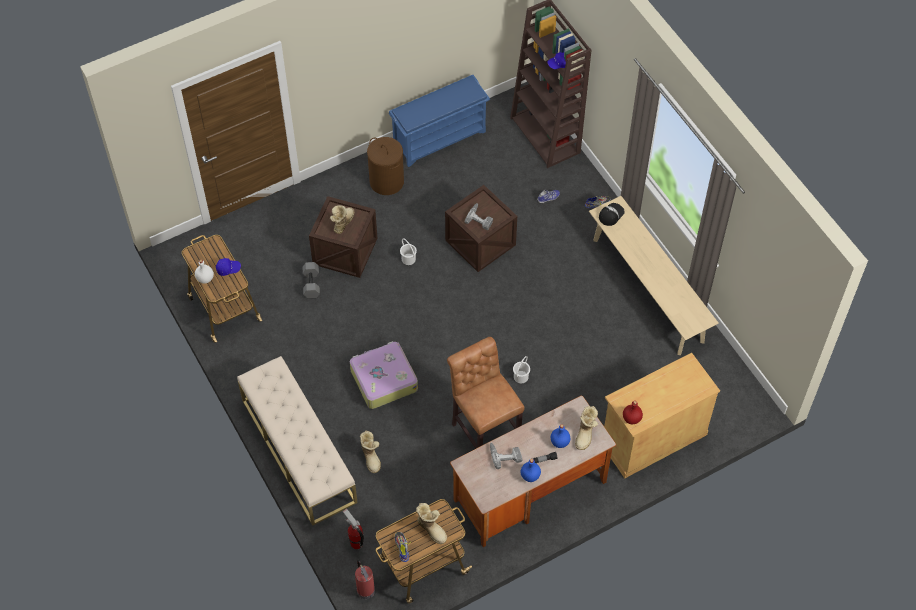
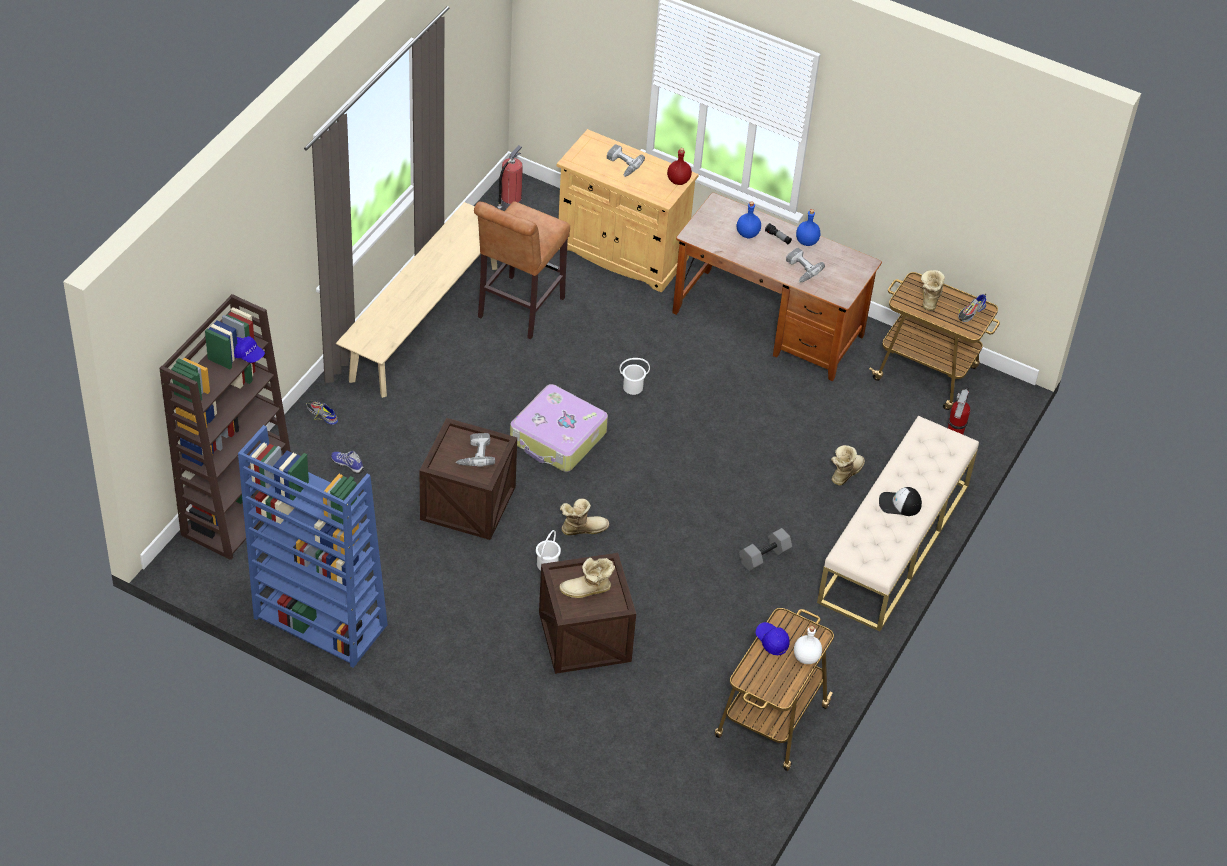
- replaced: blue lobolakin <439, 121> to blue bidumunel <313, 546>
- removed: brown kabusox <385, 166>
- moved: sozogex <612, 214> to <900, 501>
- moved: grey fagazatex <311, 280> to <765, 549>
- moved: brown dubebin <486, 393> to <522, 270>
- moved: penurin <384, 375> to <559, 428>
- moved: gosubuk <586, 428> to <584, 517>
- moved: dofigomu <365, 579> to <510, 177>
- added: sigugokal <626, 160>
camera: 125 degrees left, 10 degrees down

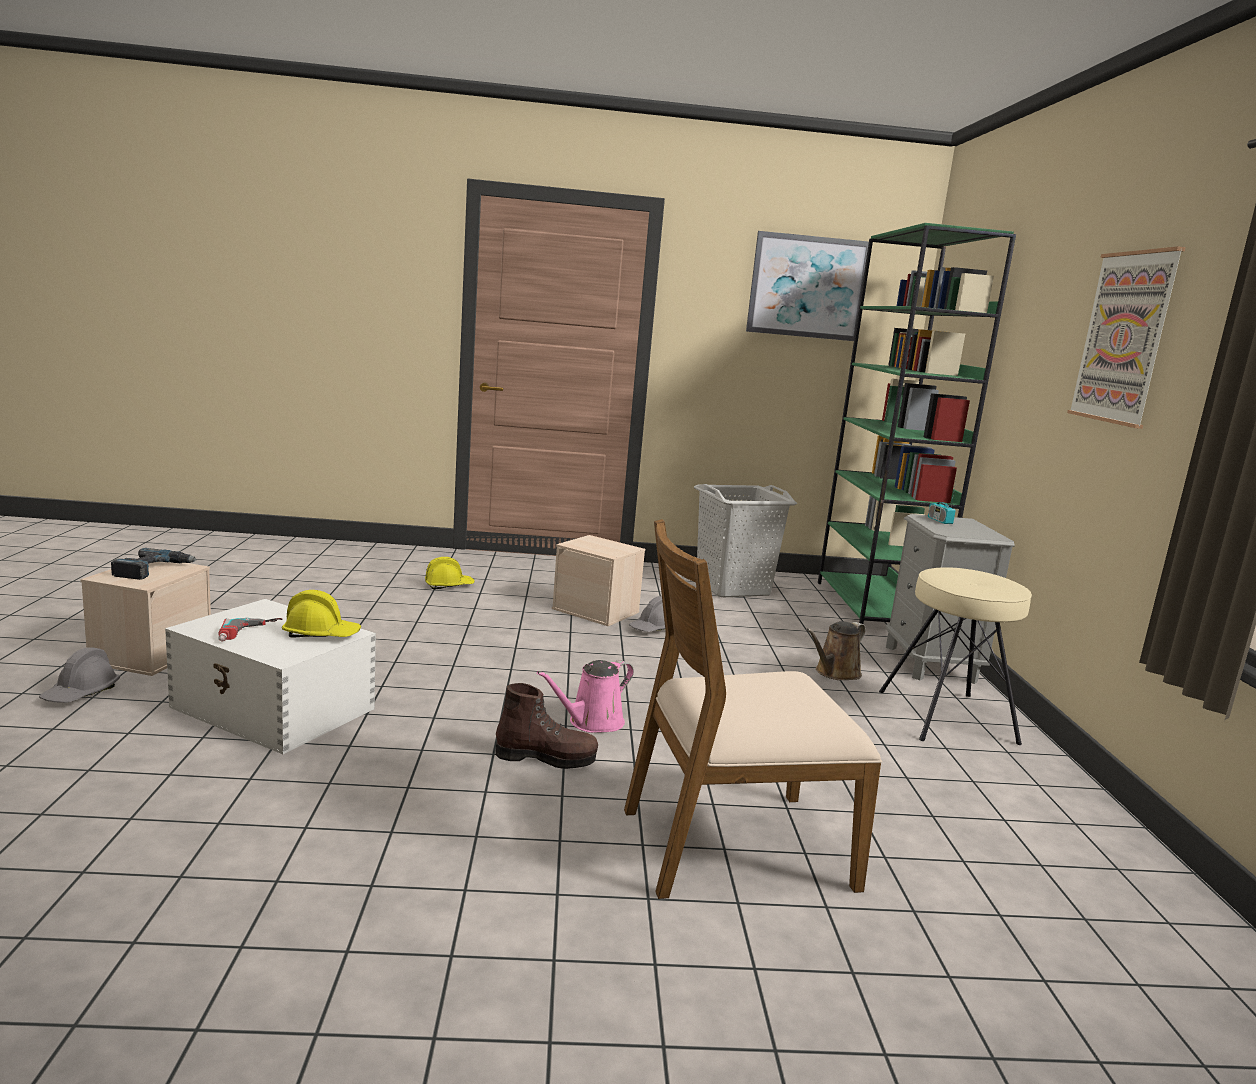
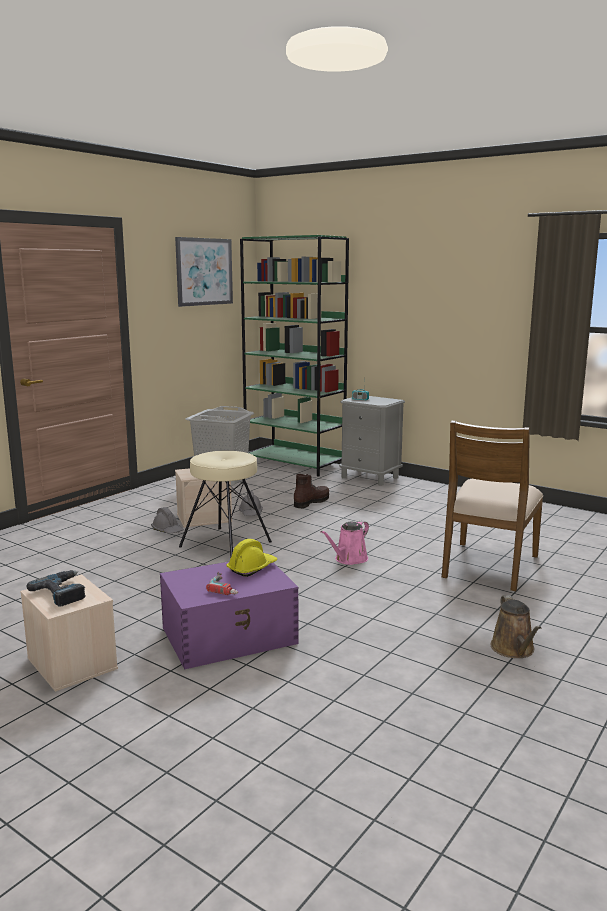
- removed: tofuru <1126, 337>
- removed: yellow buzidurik <450, 573>
- moved: beige dubebin <955, 656> to <225, 504>
- recoloured: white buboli <270, 676> to purple buboli <229, 615>
- moved: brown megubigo <836, 650> to <516, 626>
- moved: grey buzidurik <79, 675> to <167, 520>
- turned: pink megubigo <585, 696> = <344, 543> 45 degrees clockwise
- moved: brown gosubuk <546, 726> to <311, 491>
camera: 50 degrees left, 0 degrees up

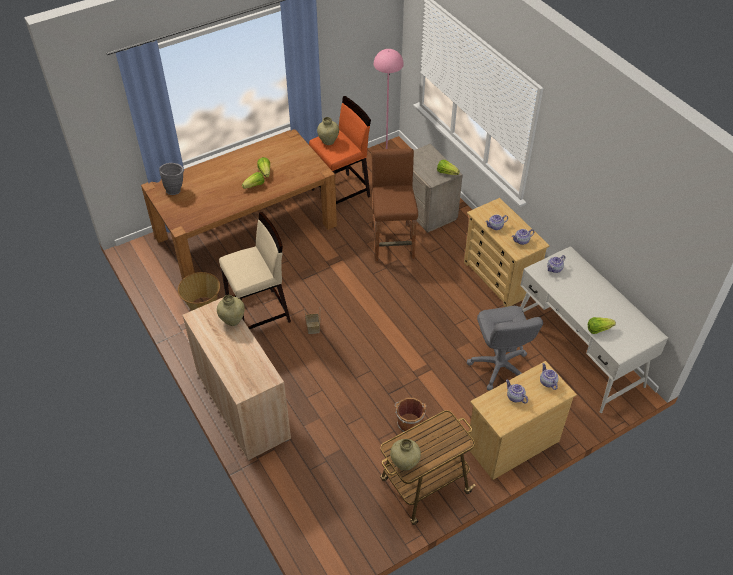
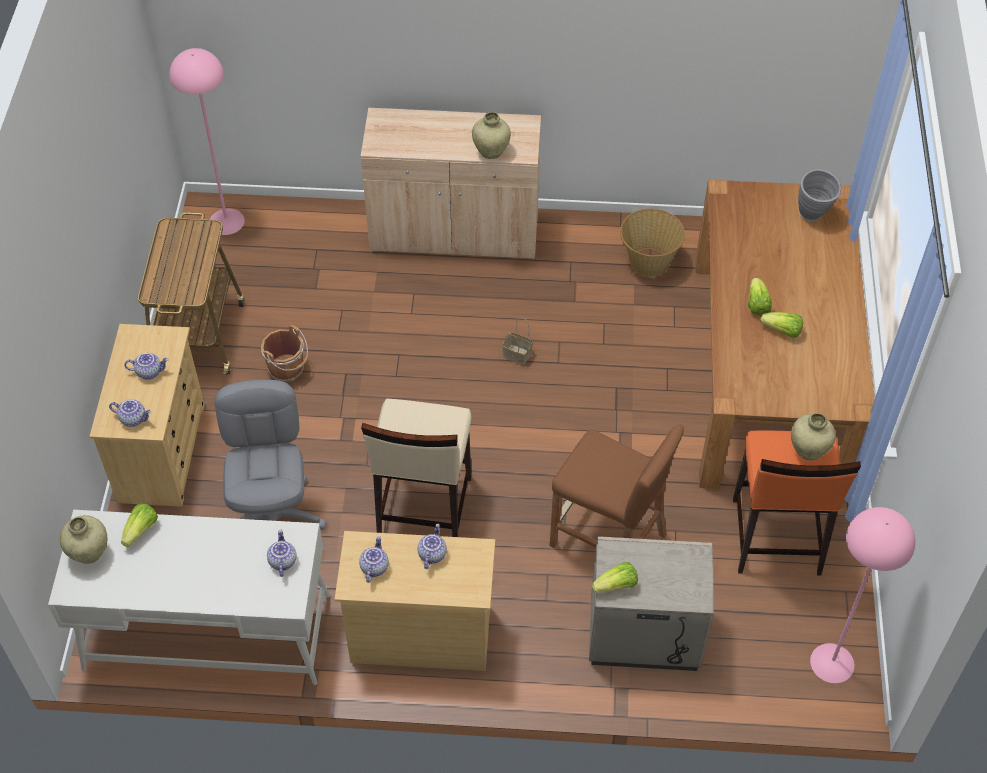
- moved: beige dubebin <255, 270> to <416, 468>
- turned: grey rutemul <505, 348> = <271, 455> 60 degrees clockwise
- moved: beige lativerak <405, 454> to <83, 539>
- added: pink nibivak <207, 141>
camera: 125 degrees right, 5 degrees up

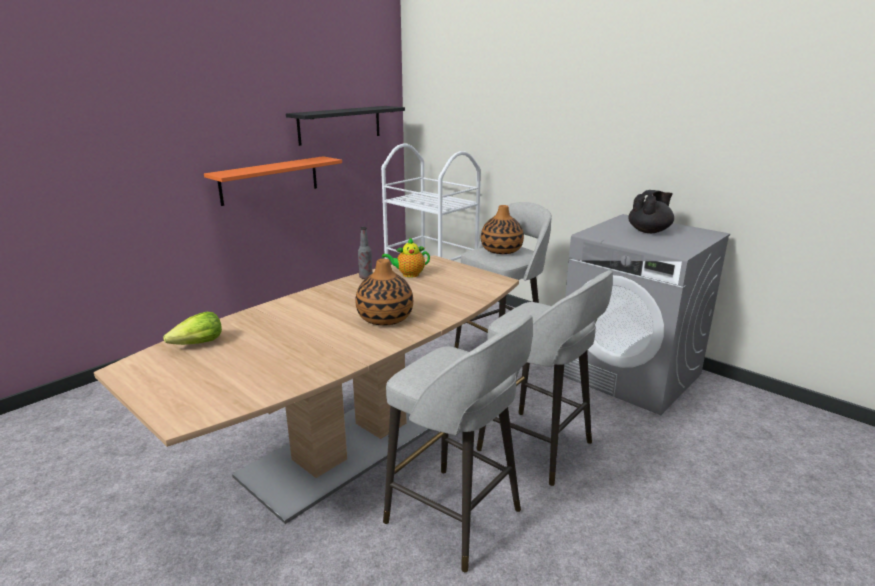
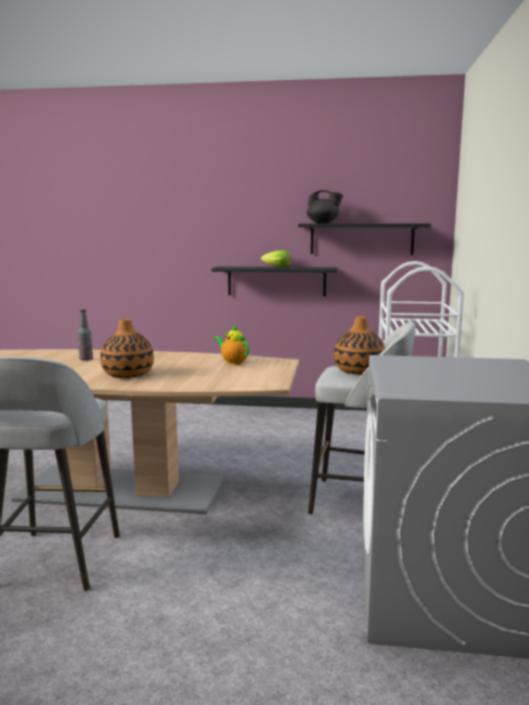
- recoloured: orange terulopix <273, 181> to black terulopix <274, 281>
- moved: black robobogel <651, 211> to <325, 206>
- moved: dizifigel <365, 253> to <85, 335>
- removed: grey dubebin <544, 378>
- moved: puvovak <192, 328> to <276, 258>
camera: 55 degrees right, 10 degrees down

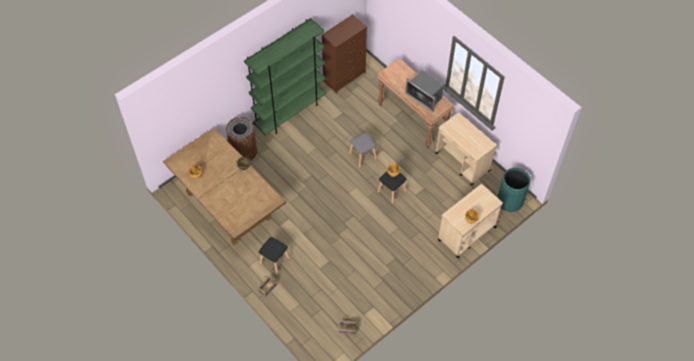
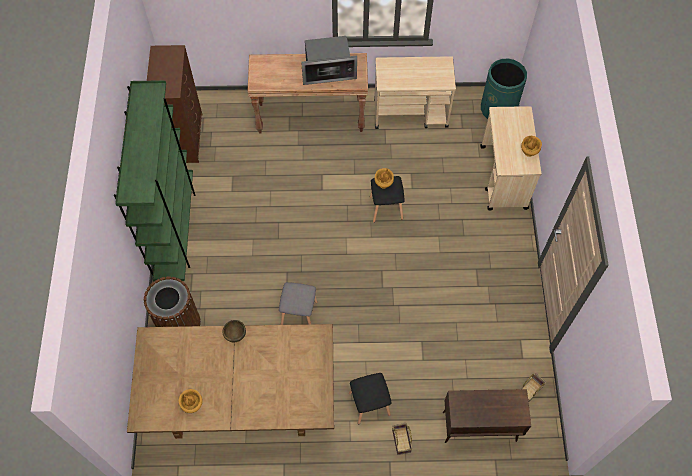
- moved: grey dubebin <363, 150> to <298, 303>
- added: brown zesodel <487, 416>
camera: 50 degrees left, 5 degrees up

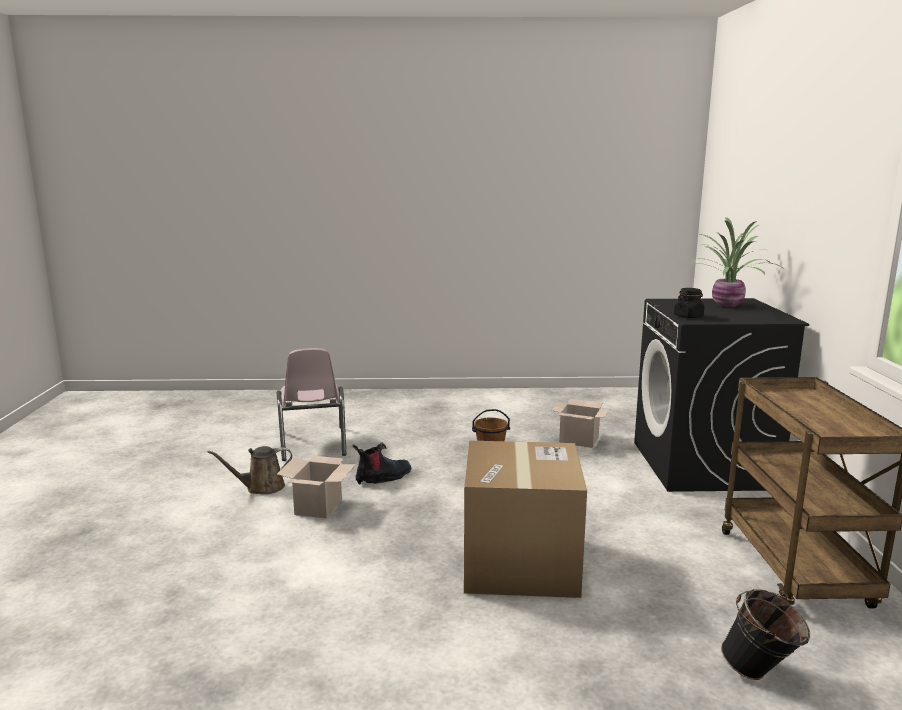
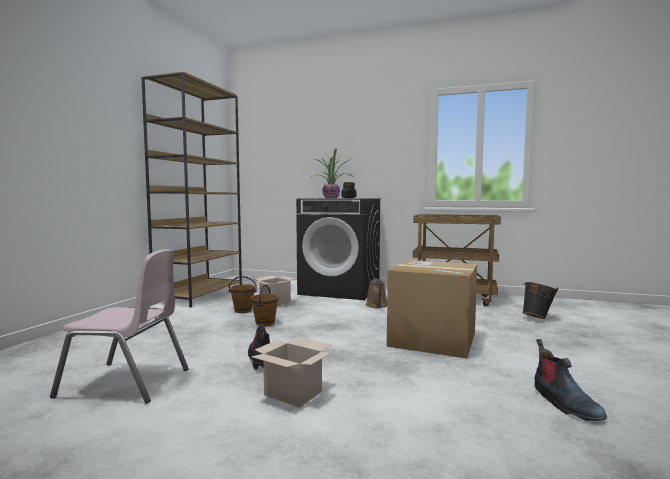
- moved: brown megubigo <249, 470> to <376, 293>
- added: brown bidumunel <191, 190>
- added: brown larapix <242, 294>
- added: gosubuk <571, 380>
camera: 70 degrees left, 10 degrees down

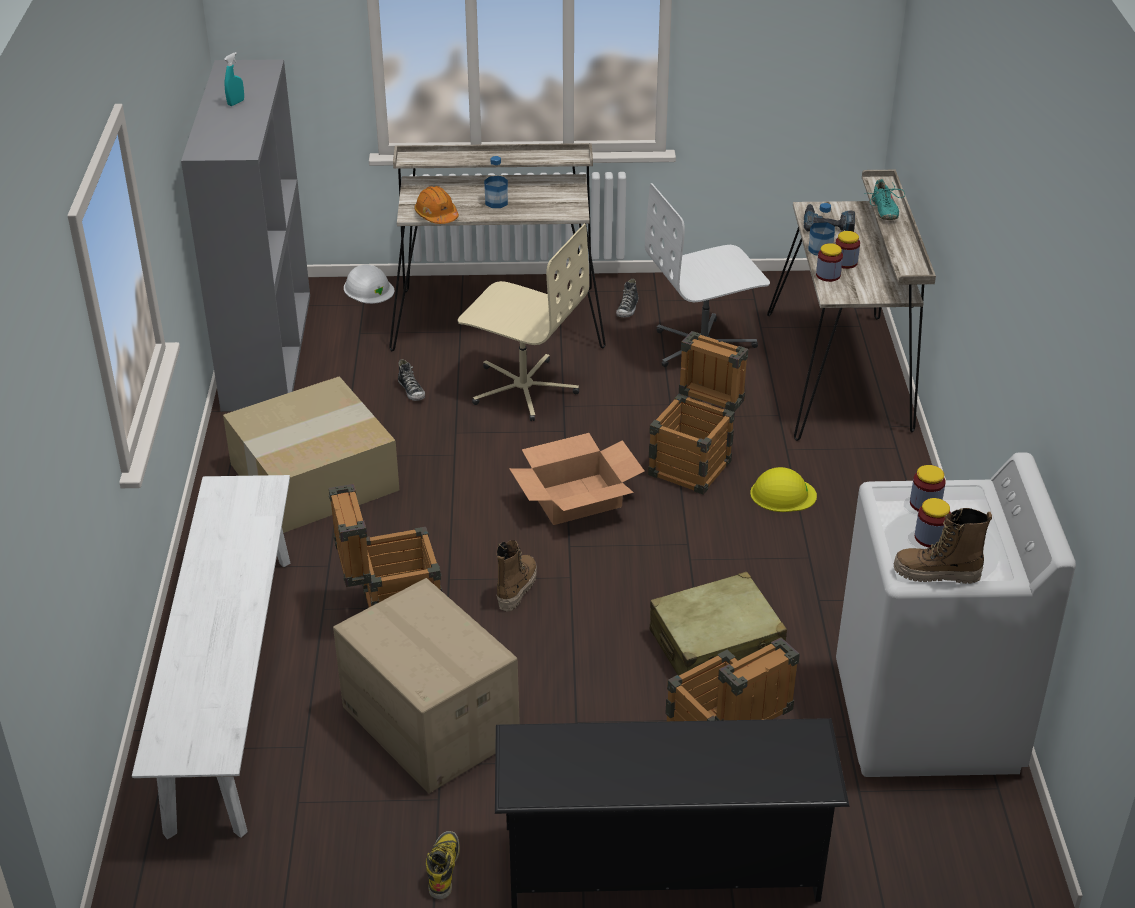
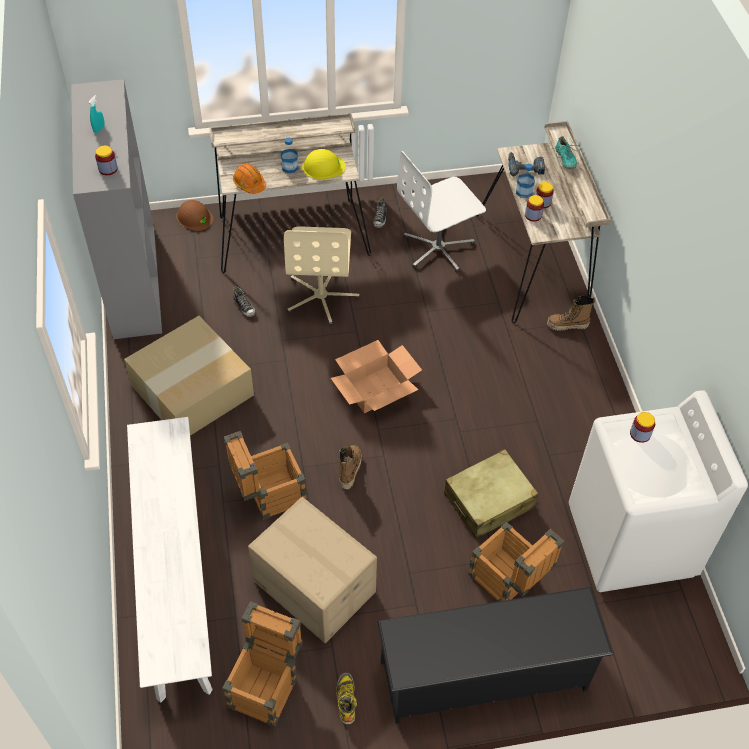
- turned: beige rutemul <523, 322> = <322, 276> 75 degrees clockwise
- recoloured: white buzidurik <369, 284> to brown buzidurik <195, 215>
- moved: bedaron <698, 413> to <262, 664>
- moved: yellow buzidurik <783, 489> to <324, 164>
- moved: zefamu <933, 523> to <106, 160>
- moved: gosubuk <943, 546> to <571, 313>
camera: 10 degrees left, 15 degrees up

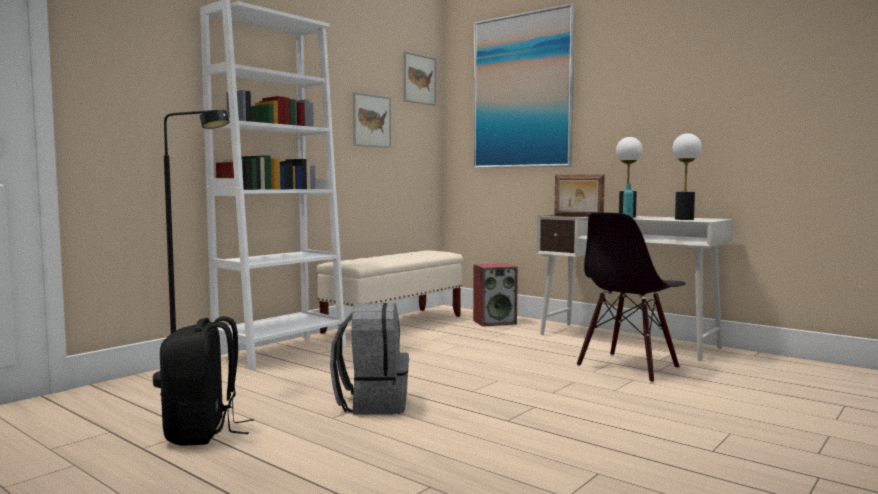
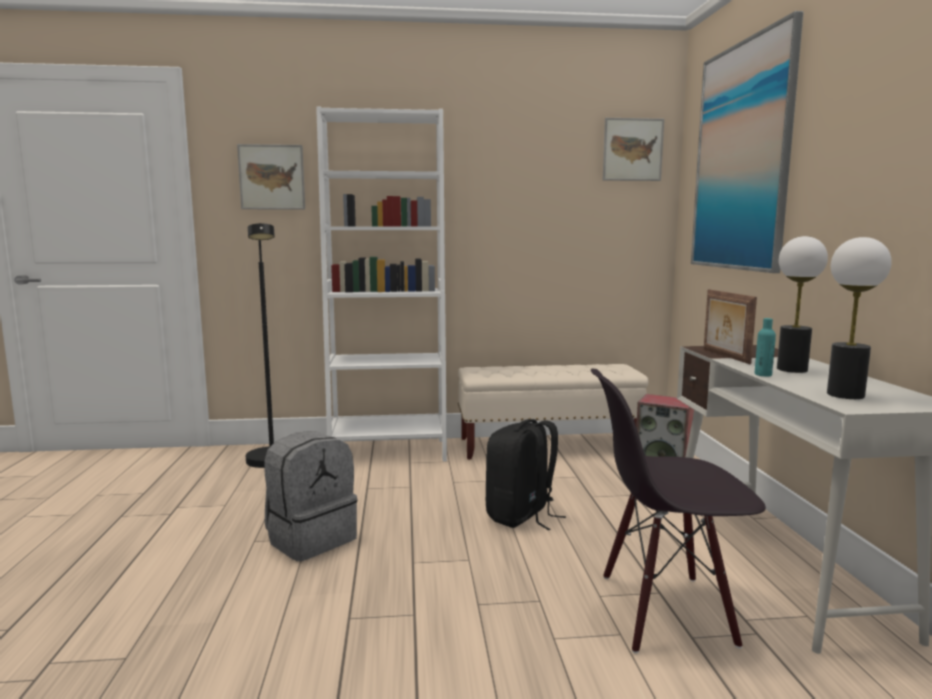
- moved: tofuru <372, 120> to <271, 177>
- moved: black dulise <207, 381> to <526, 474>
camera: 45 degrees right, 5 degrees up

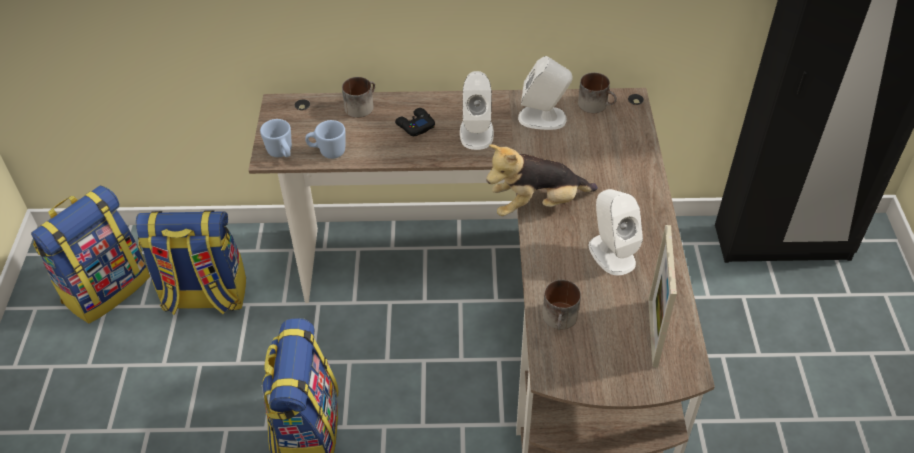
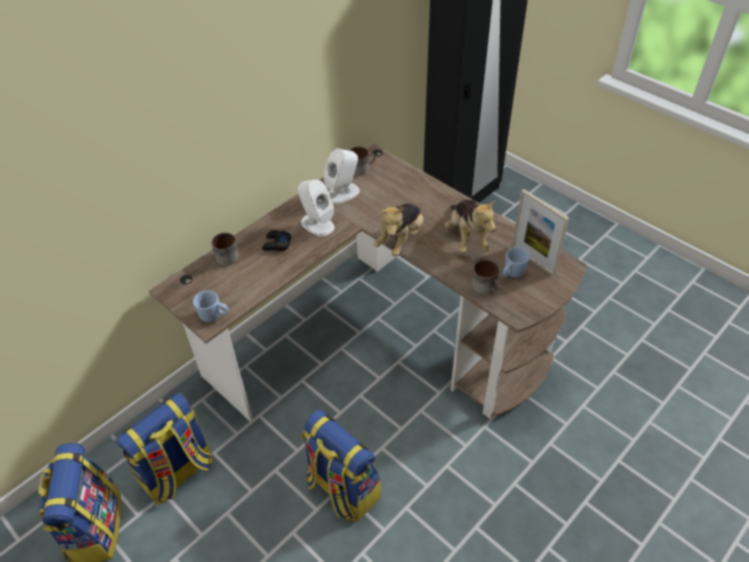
- moved: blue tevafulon <325, 139> to <516, 262>
- replaced: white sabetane <615, 232> to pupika <470, 226>
camera: 45 degrees left, 0 degrees up

